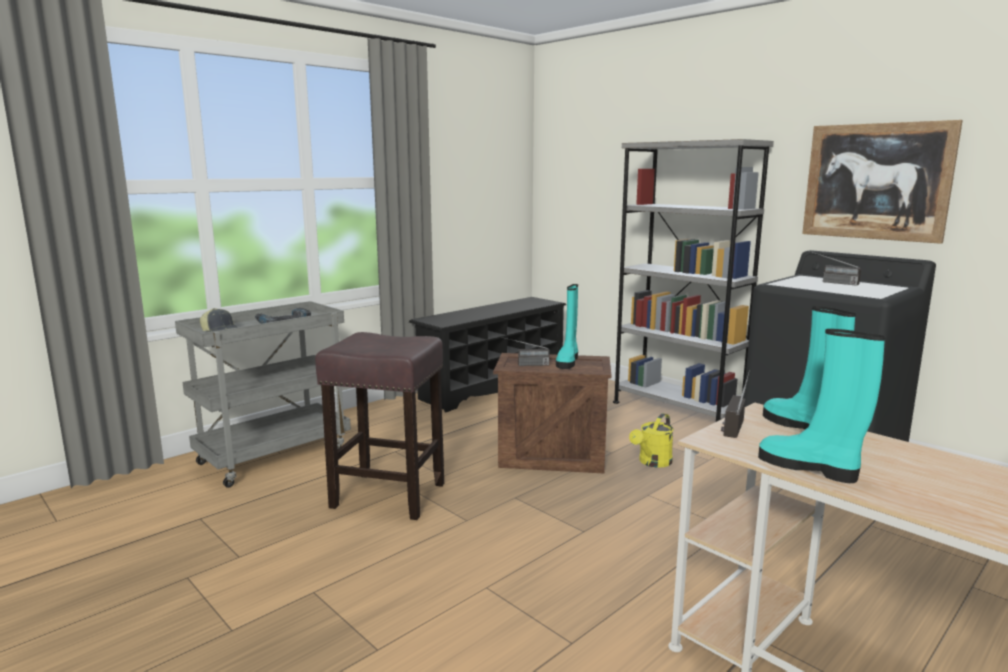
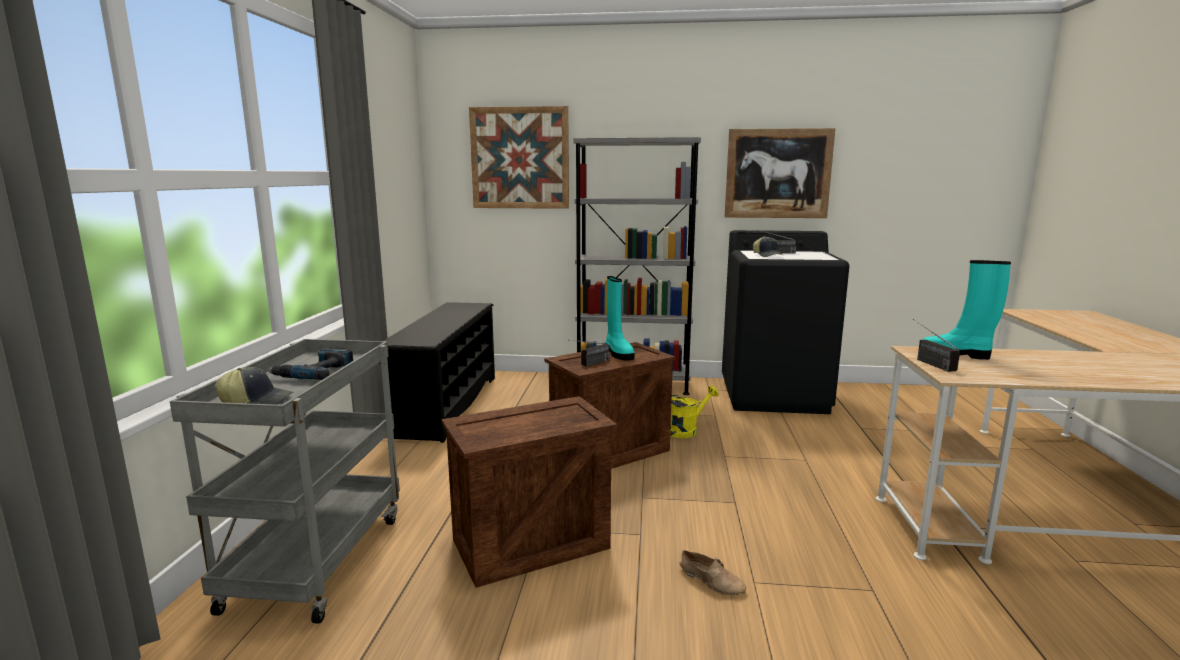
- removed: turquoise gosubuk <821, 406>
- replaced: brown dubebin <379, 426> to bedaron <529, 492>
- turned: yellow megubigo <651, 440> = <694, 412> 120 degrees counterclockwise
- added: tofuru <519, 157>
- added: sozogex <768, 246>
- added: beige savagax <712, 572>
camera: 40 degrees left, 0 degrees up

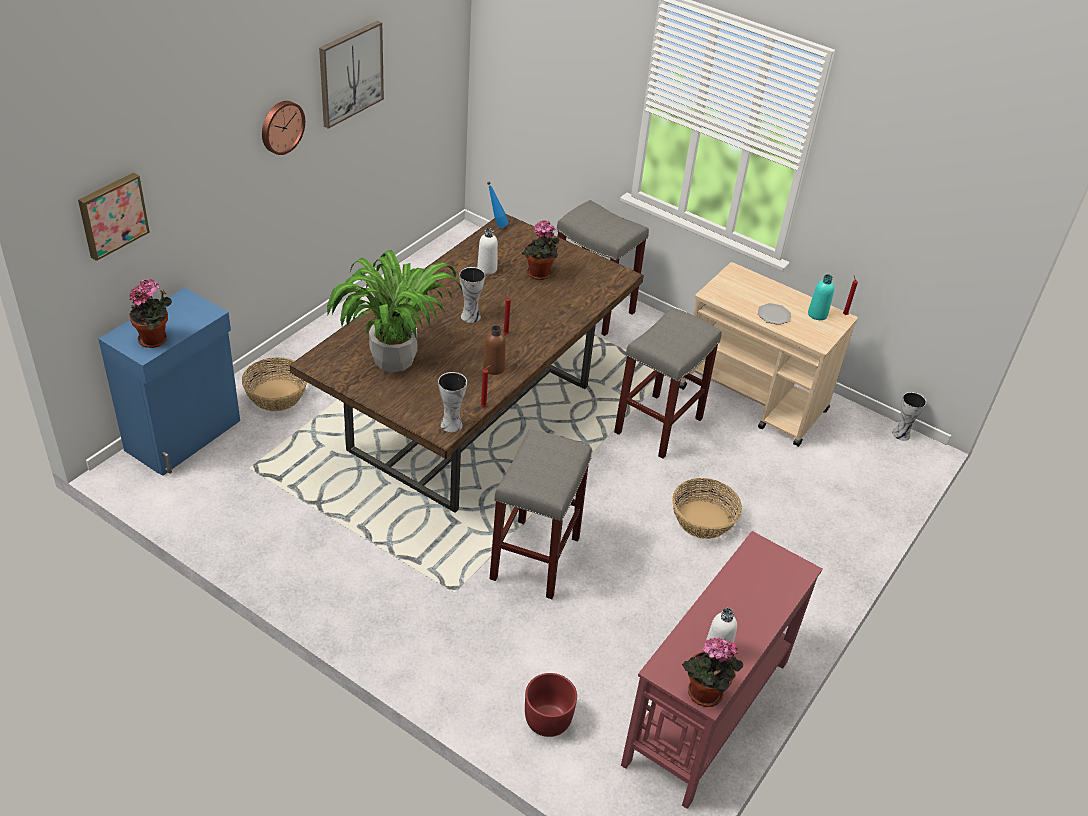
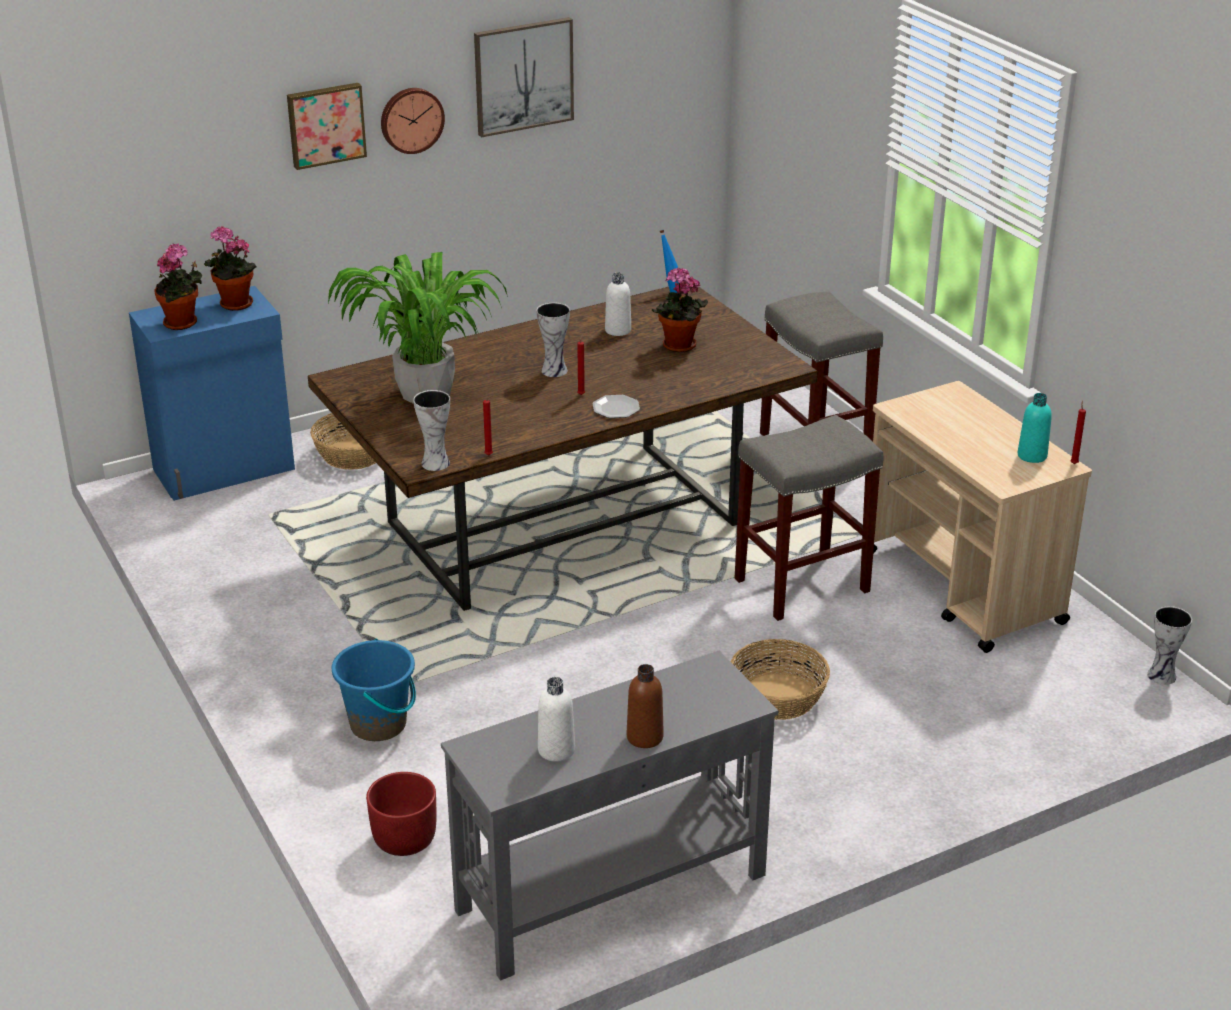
- moved: tofuru <114, 217> to <327, 126>
- moved: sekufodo <774, 314> to <616, 406>
- moved: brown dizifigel <494, 350> to <645, 706>
- removed: grey dubebin <541, 514>
- recoloured: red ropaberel <721, 670> to grey ropaberel <609, 816>
- moved: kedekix <712, 672> to <230, 268>
- added: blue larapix <374, 690>
camera: 30 degrees right, 10 degrees down

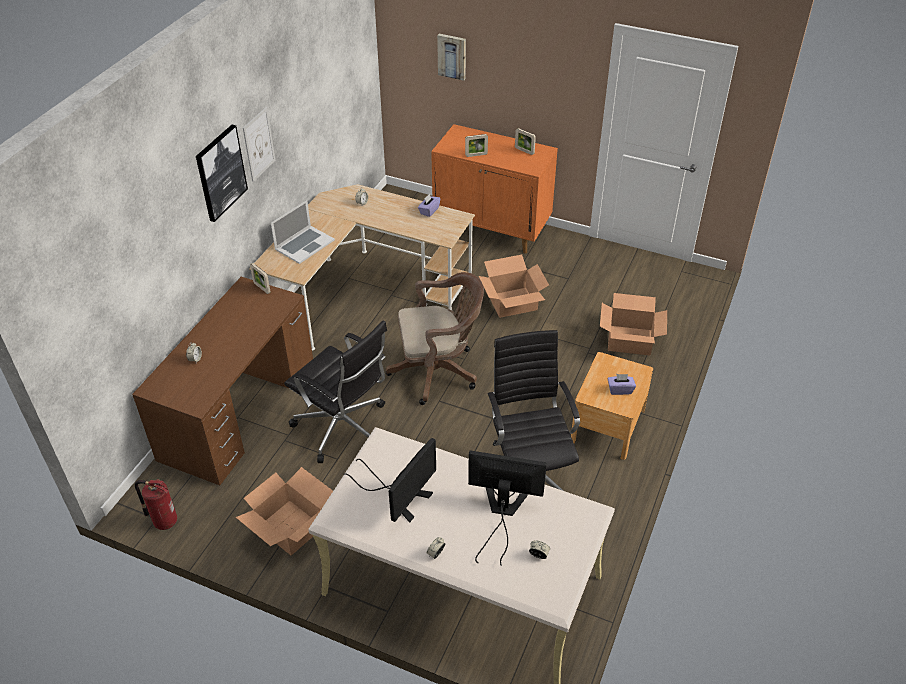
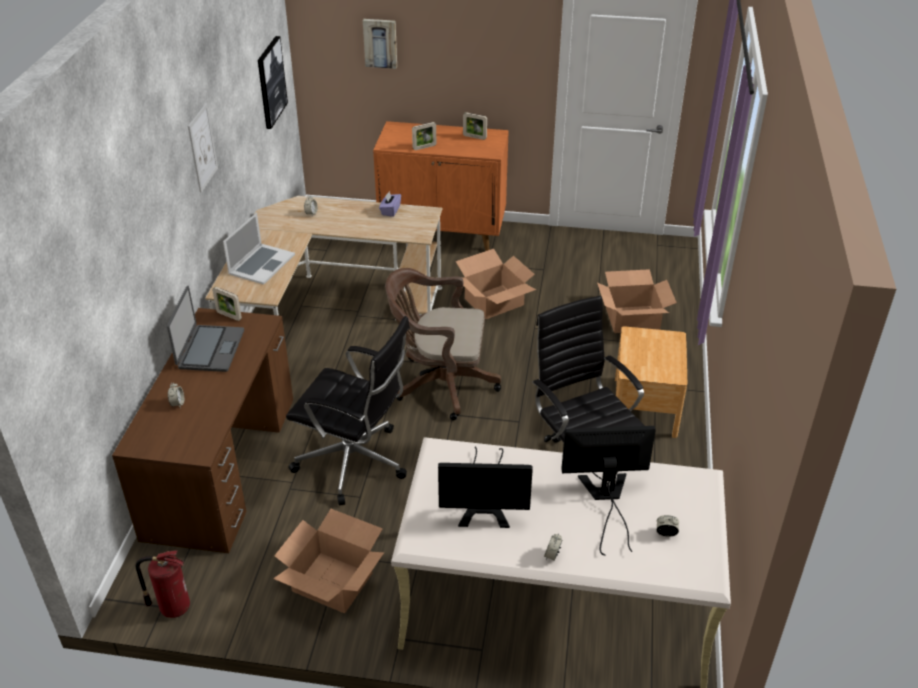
- moved: tofuru <222, 173> to <273, 82>
- turned: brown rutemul <435, 338> = <443, 344> 150 degrees counterclockwise
- removed: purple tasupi <621, 384>
- turned: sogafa <390, 480> = <485, 487> 75 degrees clockwise
- added: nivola <205, 329>
camera: 15 degrees left, 5 degrees down

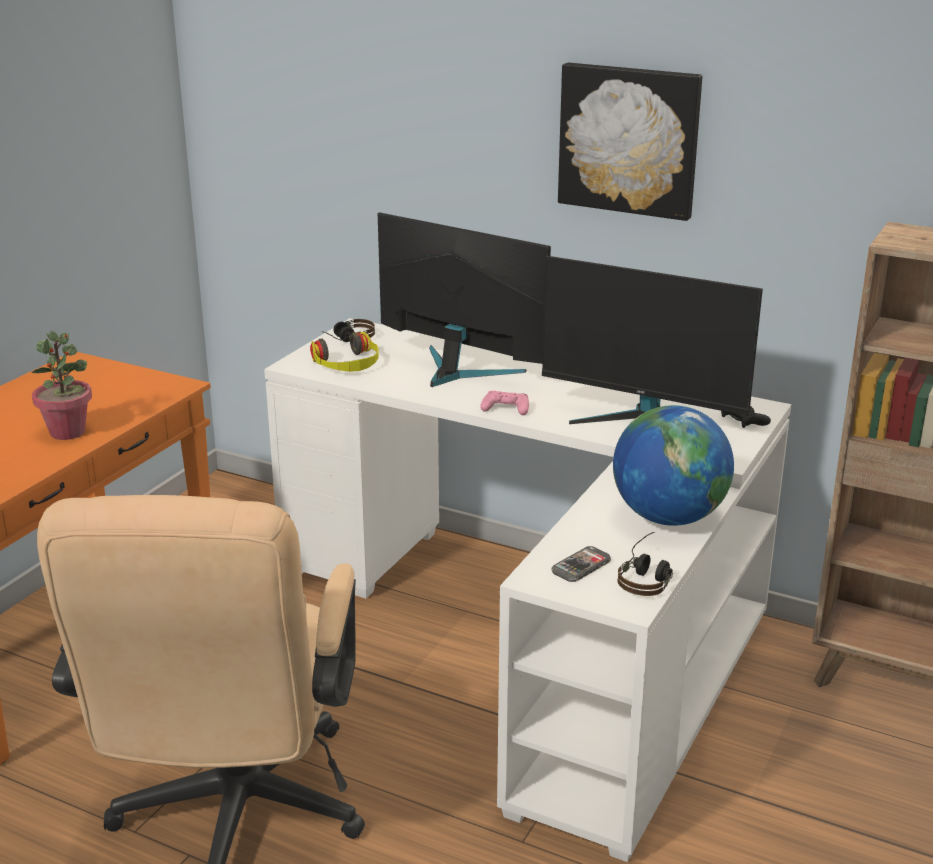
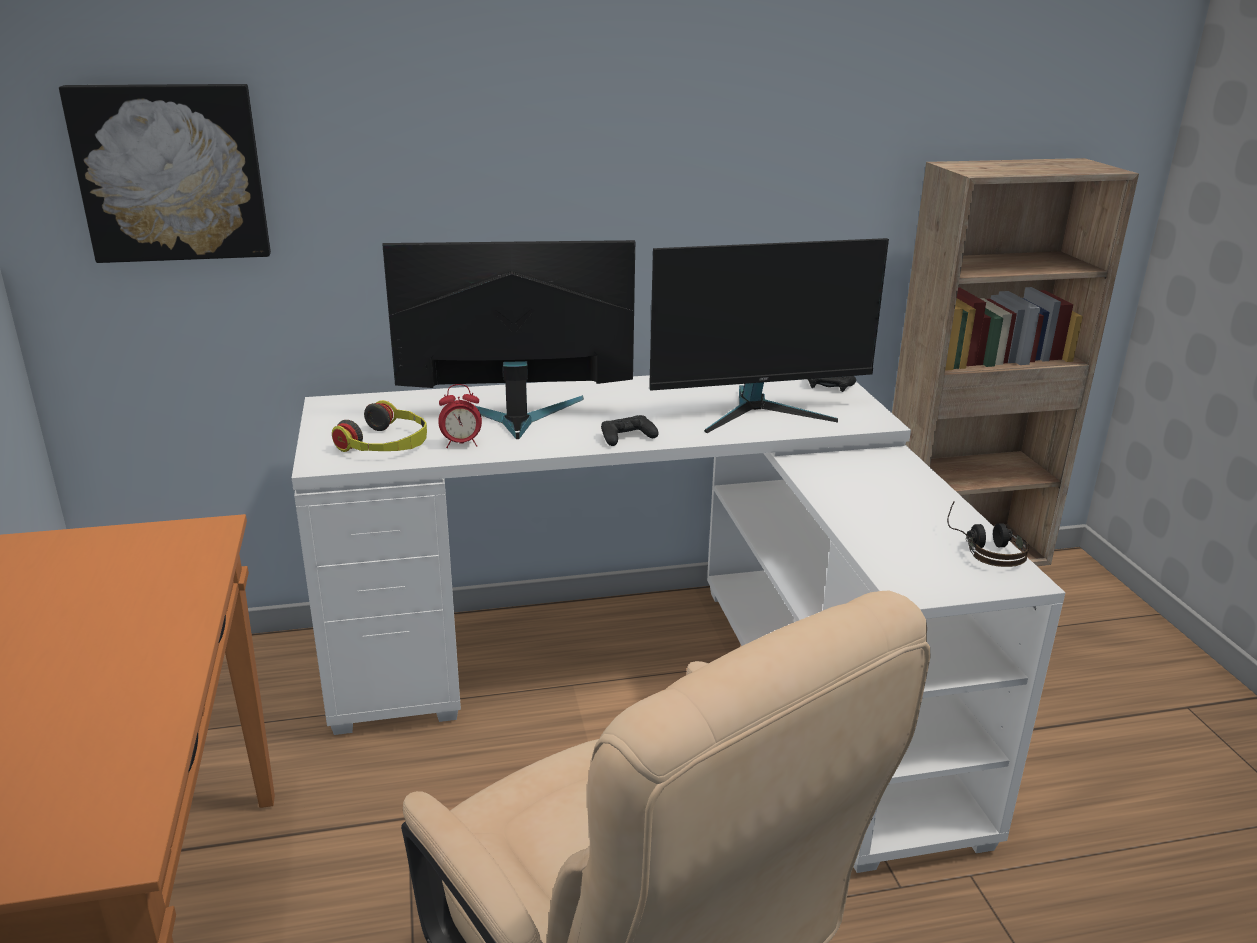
- moved: tofuru <630, 142> to <165, 173>
- removed: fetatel <348, 330>
- removed: kedekix <61, 385>
- recoloured: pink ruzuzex <504, 402> to black ruzuzex <630, 430>
- removed: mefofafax <673, 465>
- removed: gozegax <581, 564>
- added: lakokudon <460, 416>
camera: 40 degrees left, 0 degrees up

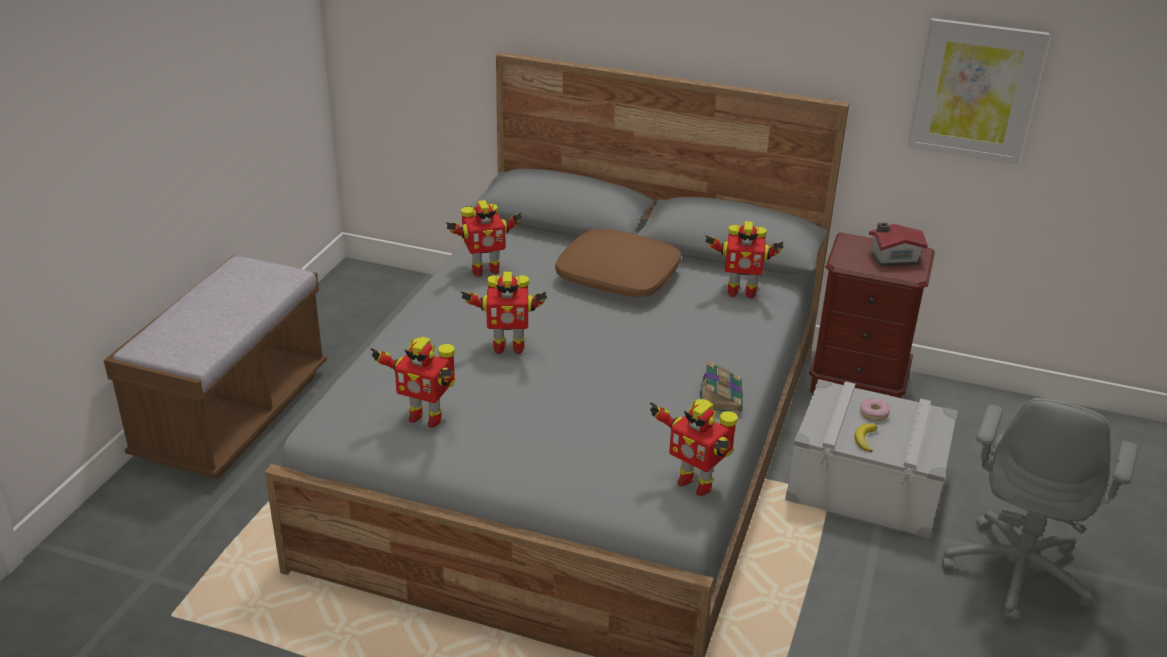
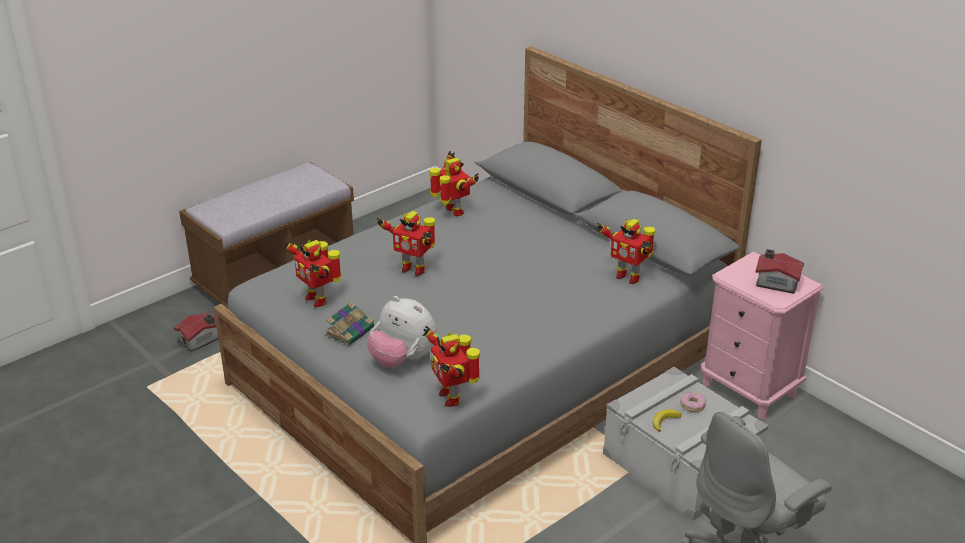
- removed: tofuru <978, 91>
- turned: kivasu <484, 238> = <454, 183> 135 degrees counterclockwise
- removed: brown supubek <618, 263>
- recoloured: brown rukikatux <872, 315> to pink rukikatux <762, 335>
- moved: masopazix <721, 387> to <349, 324>
- added: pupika <402, 332>
- added: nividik <196, 332>
camera: 30 degrees right, 0 degrees up

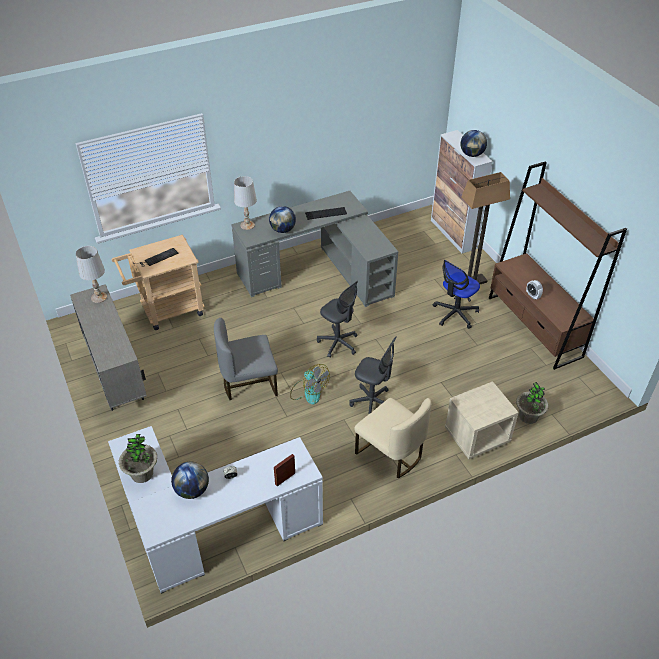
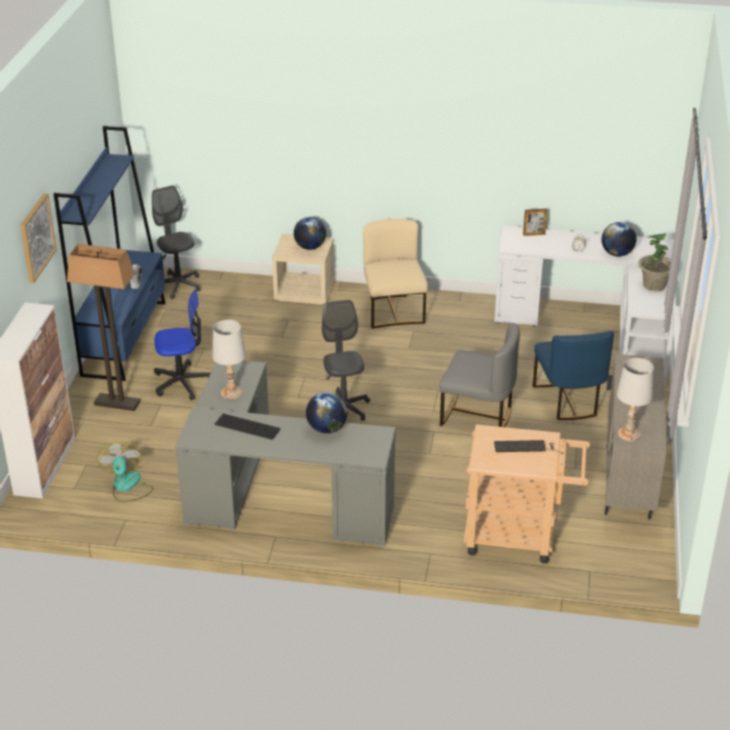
- moved: mefofafax <473, 143> to <310, 233>
- recoloured: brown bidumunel <558, 265> to blue bidumunel <109, 253>
- moved: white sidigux <245, 203> to <229, 360>
- moved: grey rutemul <373, 376> to <176, 242>
- moved: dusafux <310, 384> to <125, 471>
- removed: kedekix <532, 403>
- added: tofuru <38, 238>
- added: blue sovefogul <573, 375>
camera: 145 degrees left, 10 degrees down

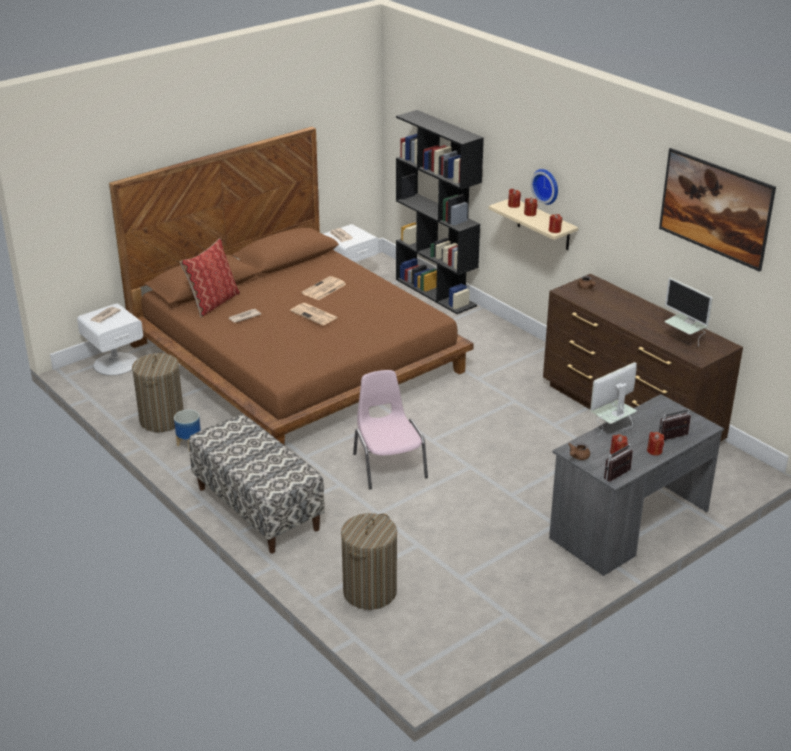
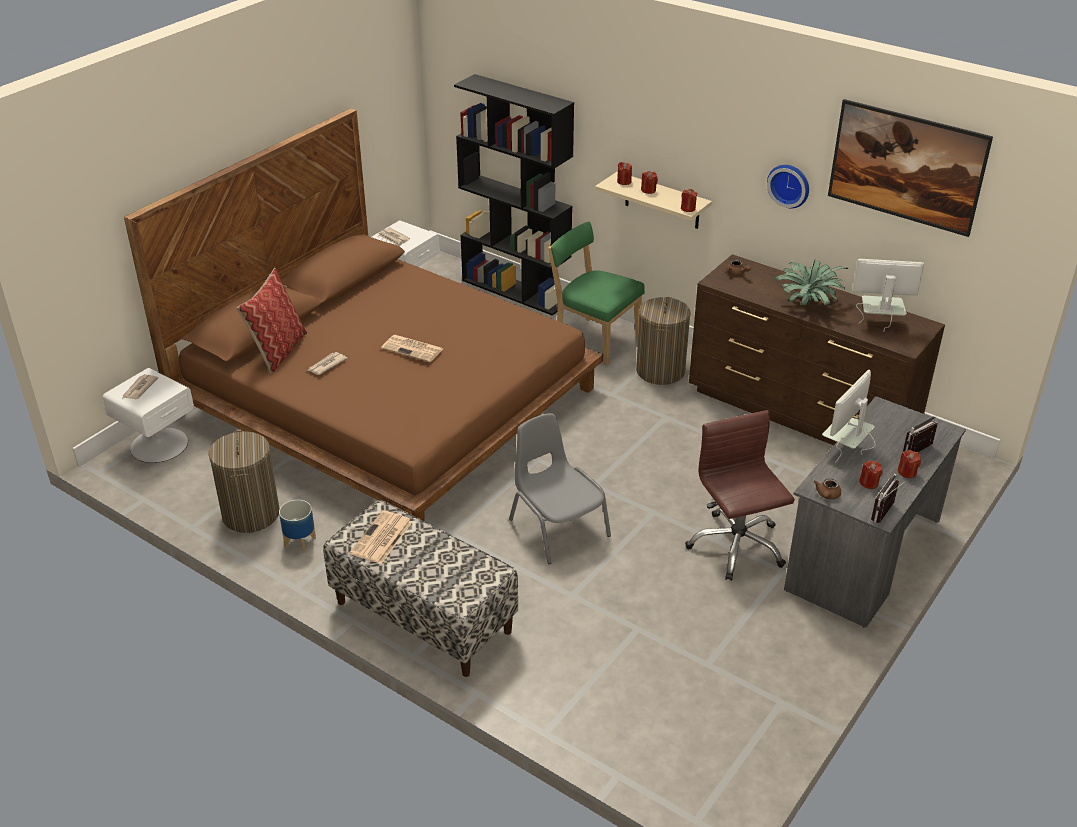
- moved: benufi <544, 187> to <788, 186>
- moved: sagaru <323, 288> to <381, 537>
- turned: sogafa <688, 312> = <888, 295> 150 degrees clockwise
- recoloured: pink sovefogul <390, 429> to grey sovefogul <560, 488>
- moved: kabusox <369, 561> to <663, 341>
- added: green sovefogul <596, 293>
- added: kedekix <811, 282>
- added: brown rutemul <740, 495>
camera: 15 degrees left, 5 degrees up

